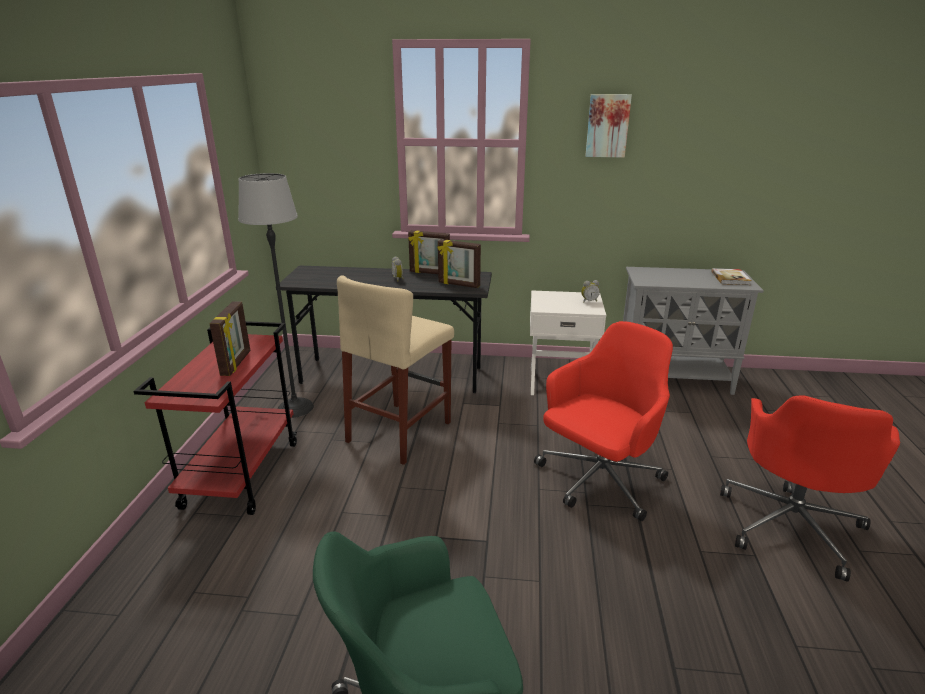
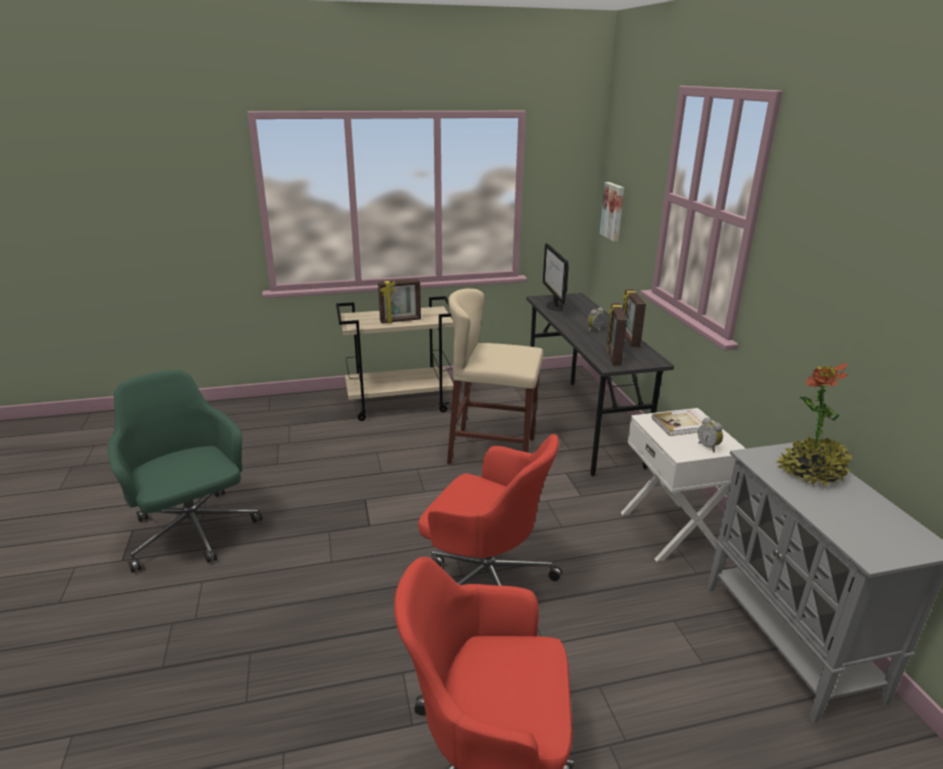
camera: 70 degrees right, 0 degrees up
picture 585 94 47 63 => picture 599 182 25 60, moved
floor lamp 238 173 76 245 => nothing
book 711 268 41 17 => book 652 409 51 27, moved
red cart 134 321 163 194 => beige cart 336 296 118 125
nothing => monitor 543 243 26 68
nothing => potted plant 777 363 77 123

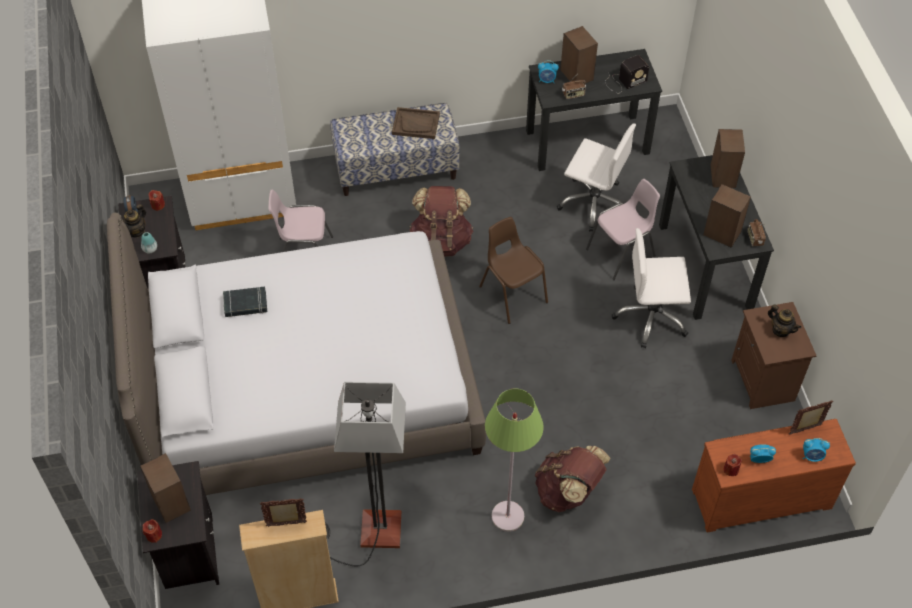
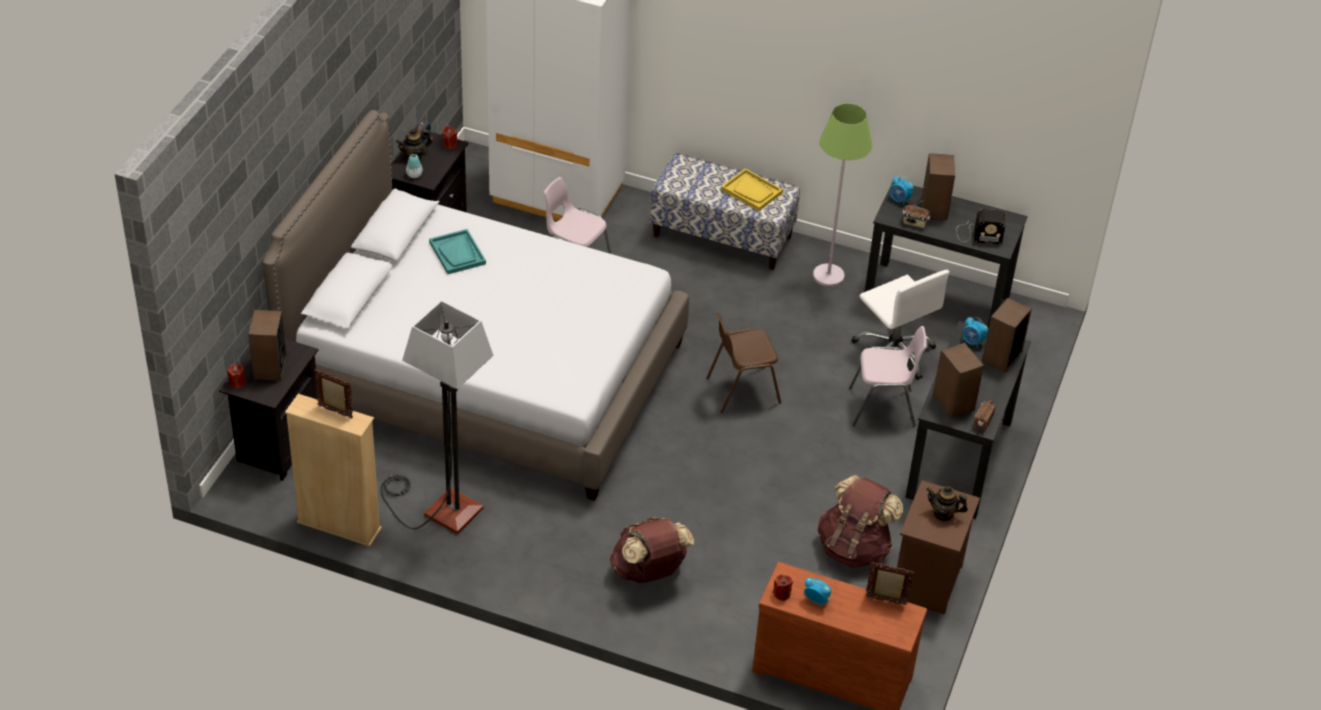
camera: 30 degrees right, 10 degrees down
brown tray 392 107 48 32 => yellow tray 721 168 62 43
brown backpack 409 186 64 71 => brown backpack 818 475 85 93, moved
brown chair 479 217 69 107 => brown chair 706 313 75 100, 105 degrees counterclockwise
white office chair 612 228 79 120 => nothing
black book 223 287 44 30 => turquoise tray 429 229 57 45
teapot 768 305 33 32 => teapot 926 486 42 35, 120 degrees clockwise
green floor lamp 485 389 59 143 => green floor lamp 813 103 59 184, moved
alarm clock 802 438 28 24 => alarm clock 962 317 26 31, moved

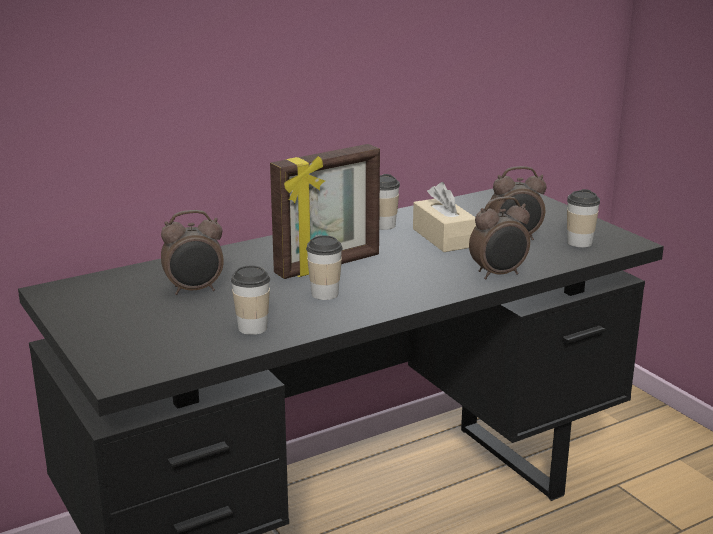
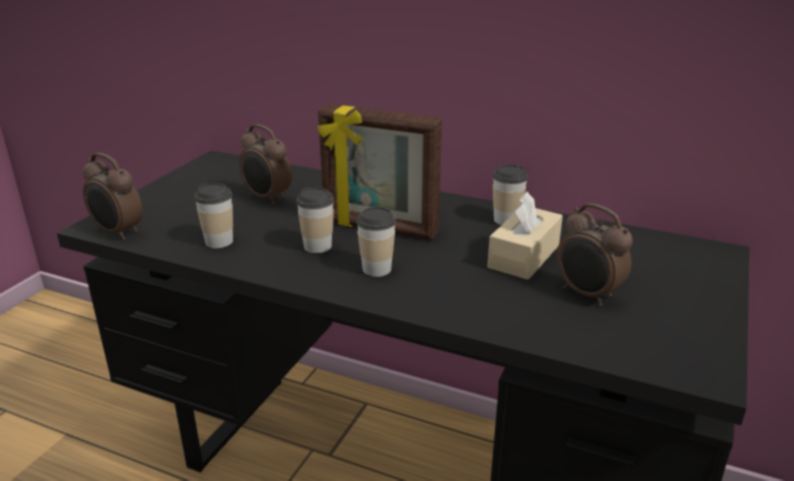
camera: 55 degrees right, 5 degrees up
cup 567 189 33 59 => cup 356 207 40 70, moved
alarm clock 469 196 61 84 => alarm clock 83 153 59 87, moved

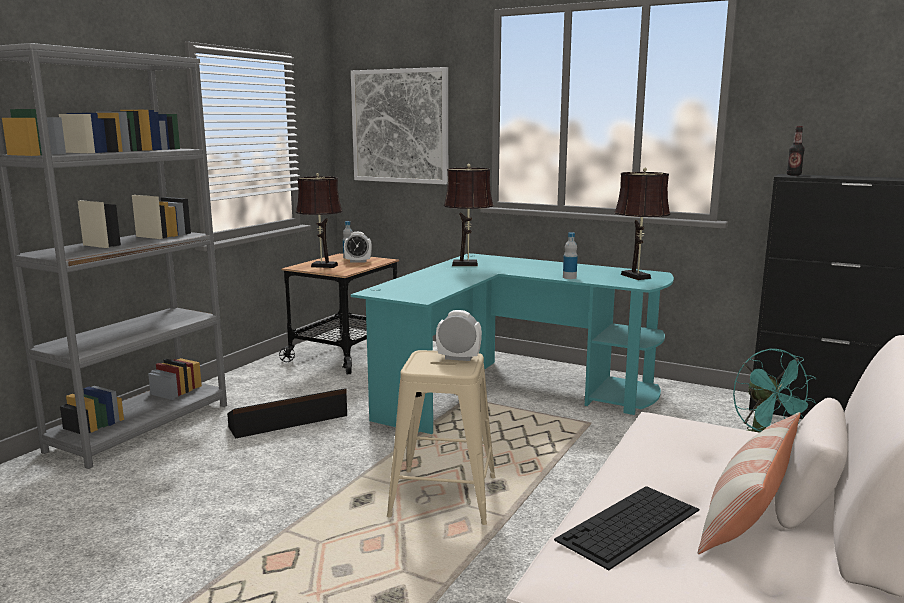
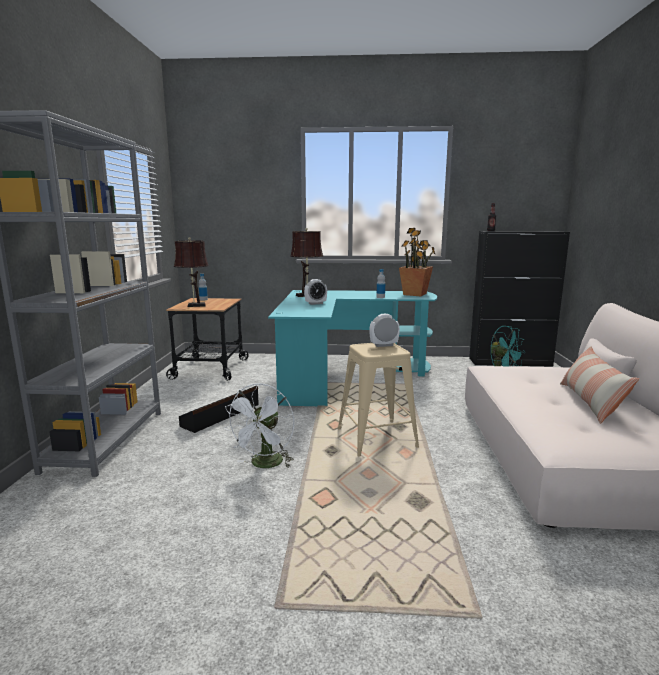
camera: 25 degrees left, 0 degrees up
picture 351 67 97 118 => nothing
brown table lamp 615 168 55 112 => potted plant 399 228 36 68
alarm clock 344 232 28 30 => alarm clock 304 279 23 26, moved
keyboard 554 486 145 84 => nothing
nothing => white fan 224 383 70 85

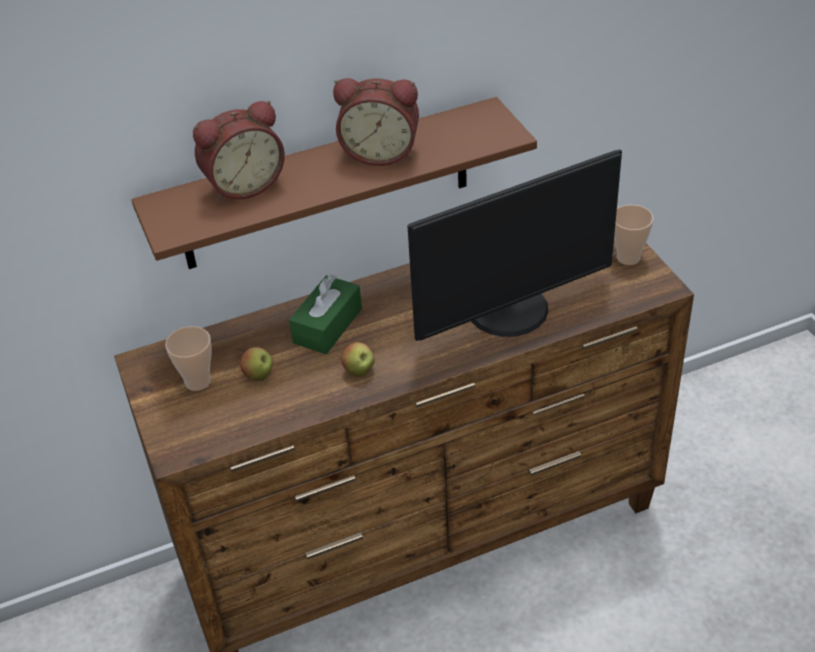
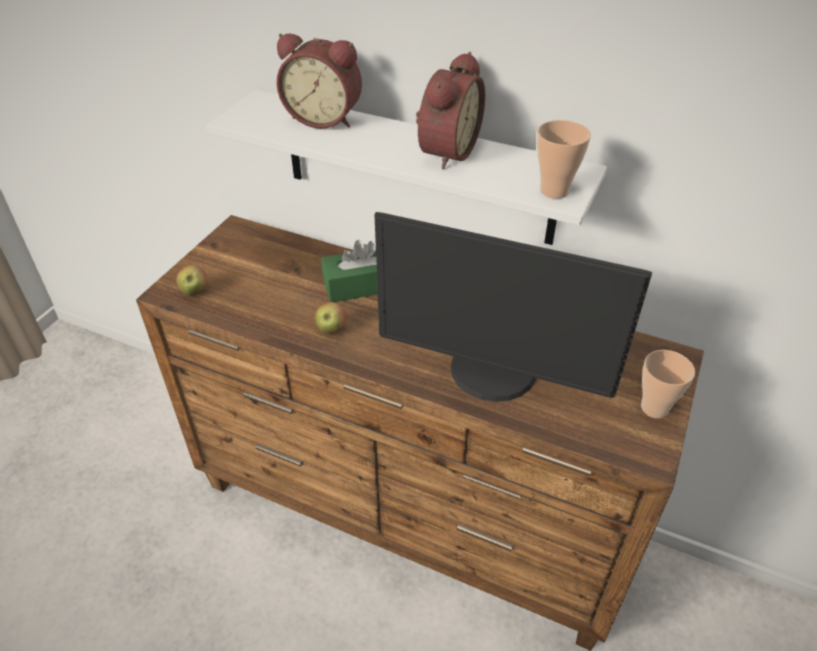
camera: 45 degrees right, 0 degrees up
alarm clock 333 78 86 88 => alarm clock 416 52 69 117, 120 degrees counterclockwise
brown shelf 132 97 405 172 => white shelf 206 89 401 156
cup 165 326 47 65 => cup 537 120 54 79, moved
apple 240 347 33 34 => apple 176 265 31 31, moved

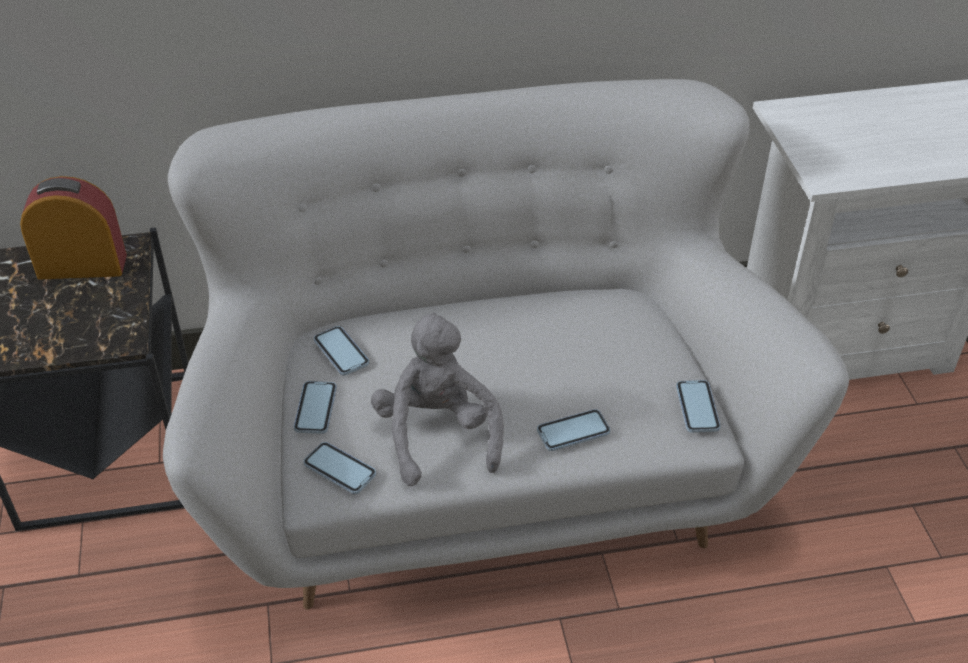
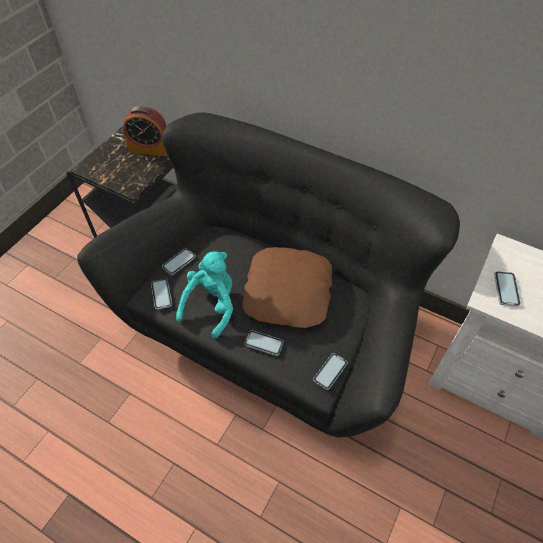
camera: 40 degrees right, 10 degrees up
white sofa 163 79 686 530 => black sofa 77 112 383 326
alarm clock 20 176 107 104 => alarm clock 123 106 44 50, 150 degrees clockwise
grey plush toy 371 313 133 173 => turquoise plush toy 176 251 57 88
phone 314 326 55 49 => phone 494 271 27 36, moved
nothing => brown pillow 242 247 90 81

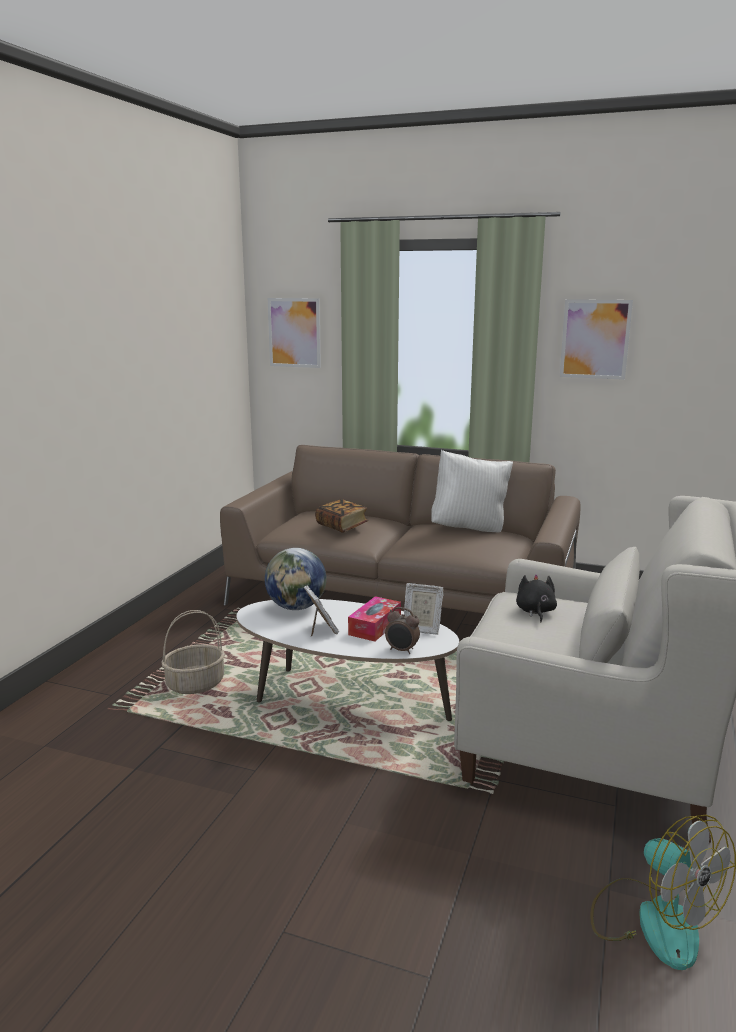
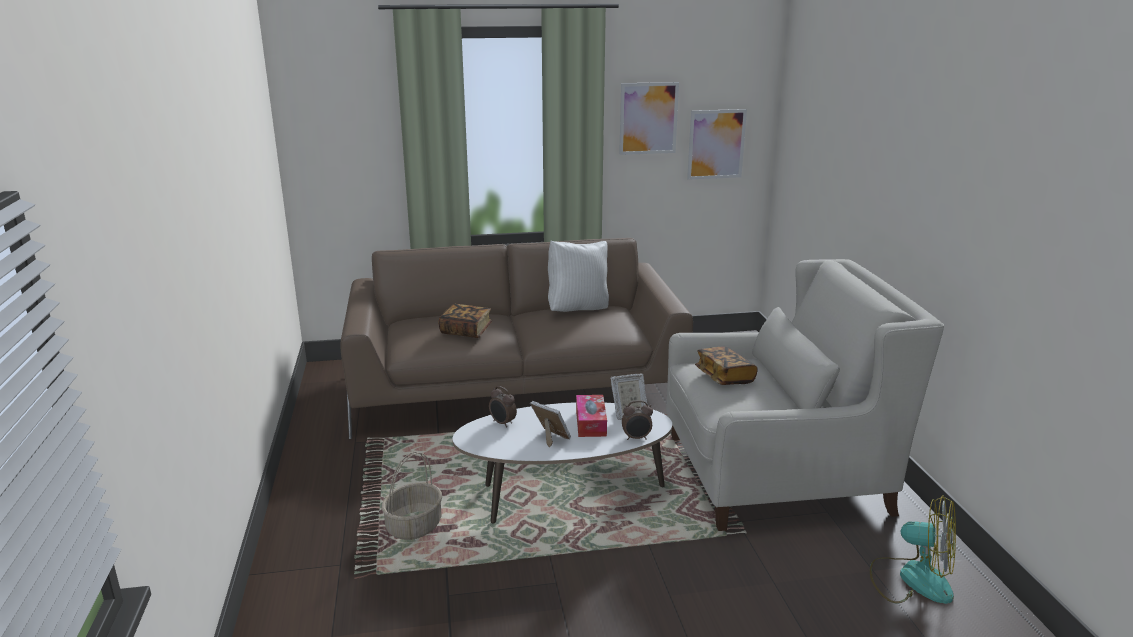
camera: 30 degrees left, 5 degrees up
picture 268 298 53 70 => picture 687 109 60 71, moved
globe 265 548 61 62 => alarm clock 489 386 28 42
black plush toy 516 574 41 48 => book 695 346 63 39

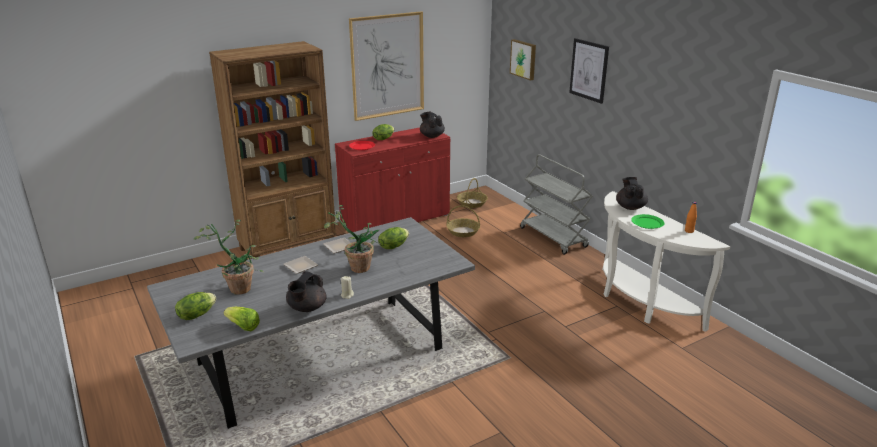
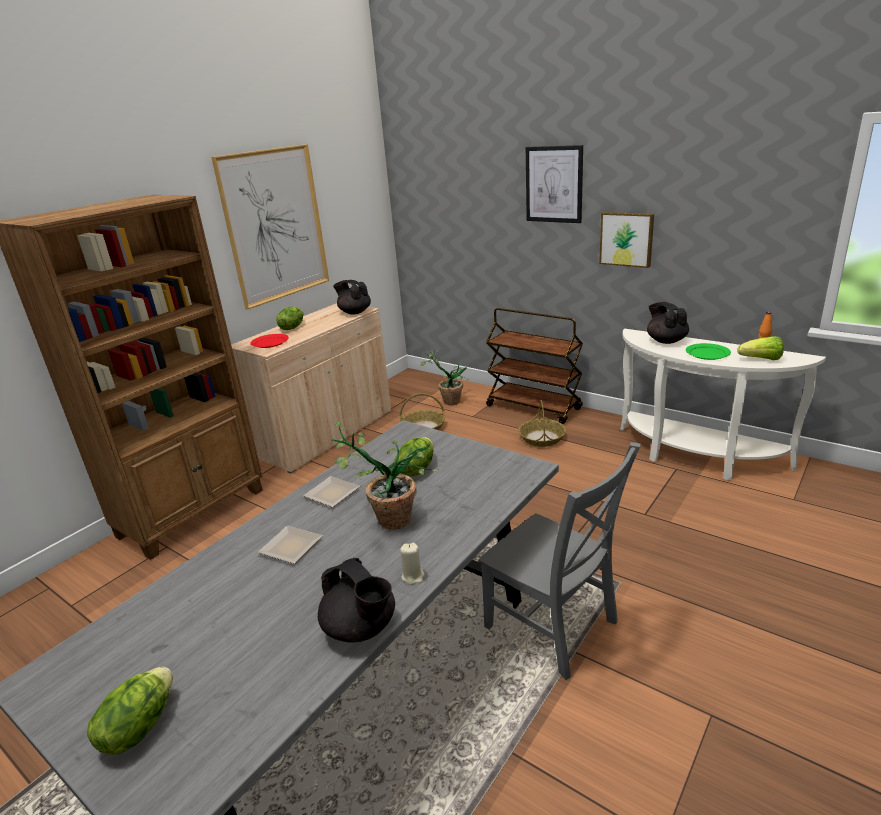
camera: 20 degrees left, 0 degrees up
picture 510 39 26 41 => picture 599 212 55 56, moved
red cabinet 335 127 115 105 => beige cabinet 231 303 160 171
grey cart 520 154 73 101 => brown cart 486 308 97 116
basket 457 178 31 30 => basket 518 400 48 47, moved
potted plant 194 220 70 75 => potted plant 420 348 48 57, moved
black teapot 286 271 41 41 => black teapot 318 558 77 85, 45 degrees counterclockwise
lettuce 224 307 36 24 => lettuce 738 336 46 24, moved
nothing => grey chair 478 442 163 238

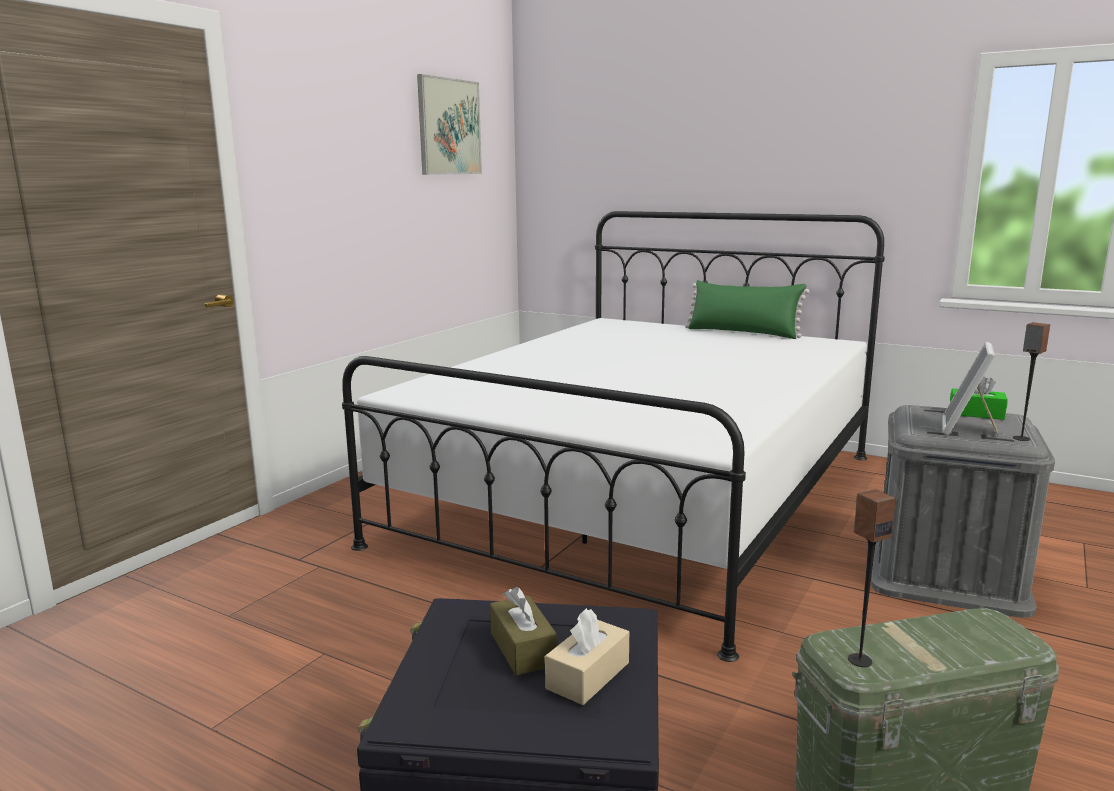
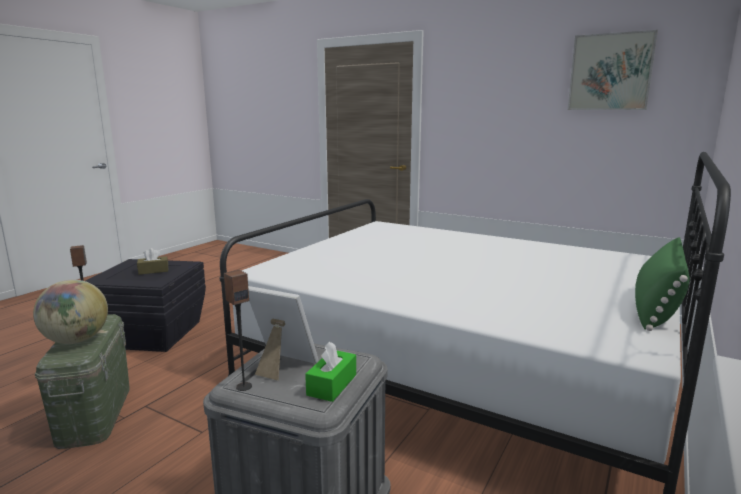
camera: 90 degrees right, 0 degrees up
beige tissue box 545 608 84 97 => nothing
nothing => globe 33 280 75 64

